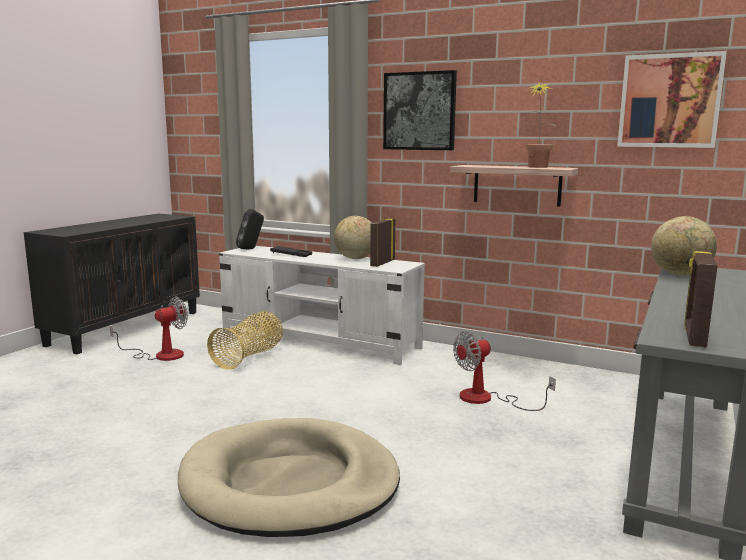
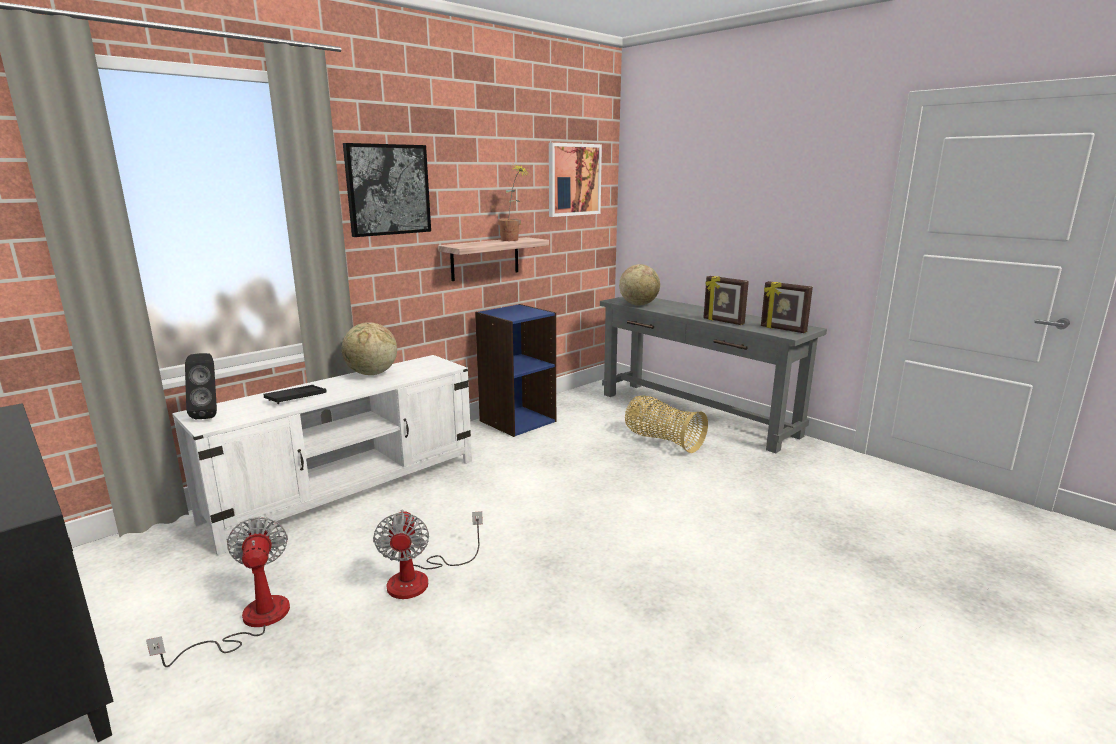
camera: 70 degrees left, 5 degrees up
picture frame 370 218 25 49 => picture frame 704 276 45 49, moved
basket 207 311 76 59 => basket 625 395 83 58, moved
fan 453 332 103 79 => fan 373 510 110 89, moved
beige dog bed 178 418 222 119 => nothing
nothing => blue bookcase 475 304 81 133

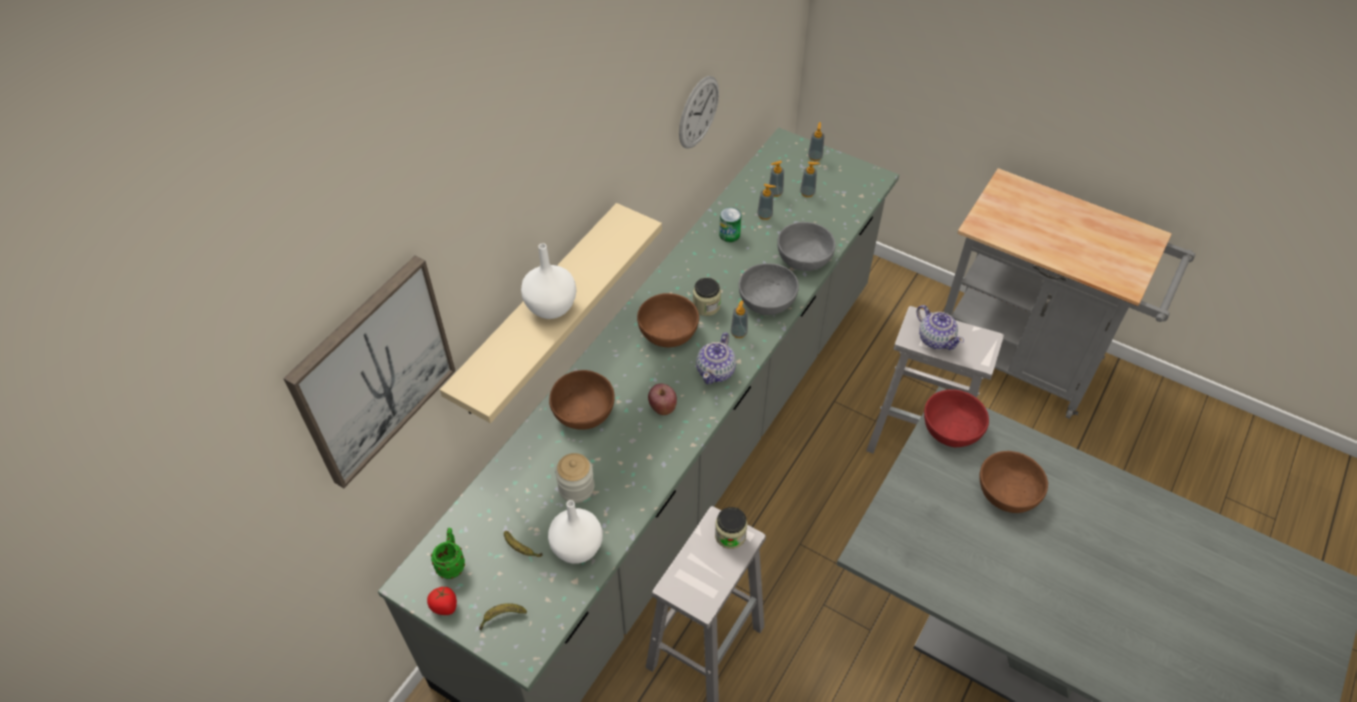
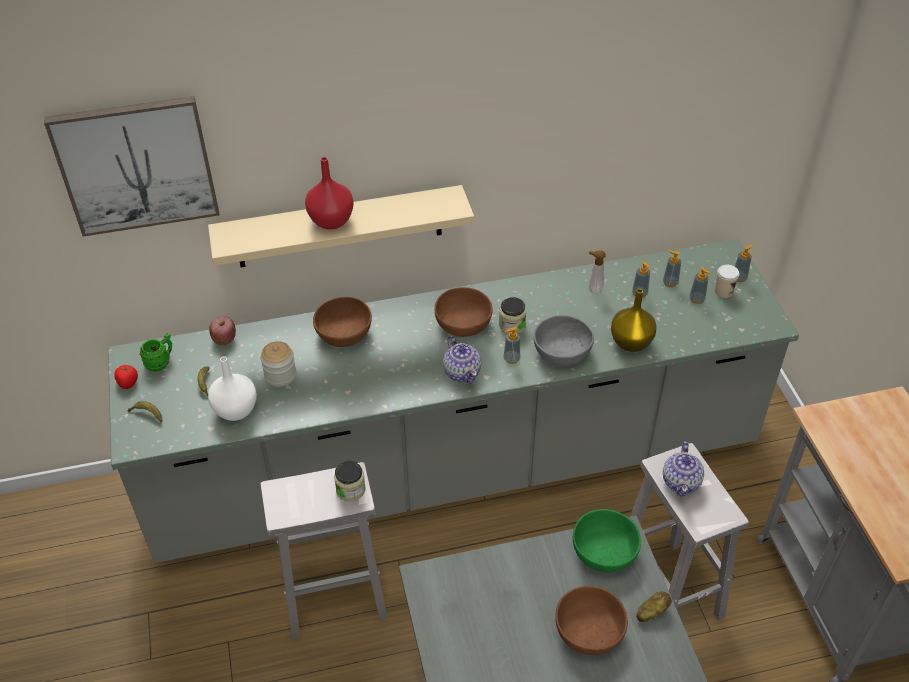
camera: 45 degrees right, 5 degrees down
wall clock 679 76 40 73 => nothing
can 719 207 22 35 => soap dispenser 589 251 16 43
grey bowl 777 222 59 49 => yellow vase 611 289 46 63
white vase 521 243 55 76 => red vase 305 157 49 73
teapot 696 332 40 52 => teapot 443 335 38 48, 90 degrees counterclockwise
apple 648 384 29 31 => apple 209 316 27 29, moved
red bowl 924 389 65 58 => green bowl 573 509 68 64
nothing => cup 715 265 24 33
nothing => potato 637 592 35 30

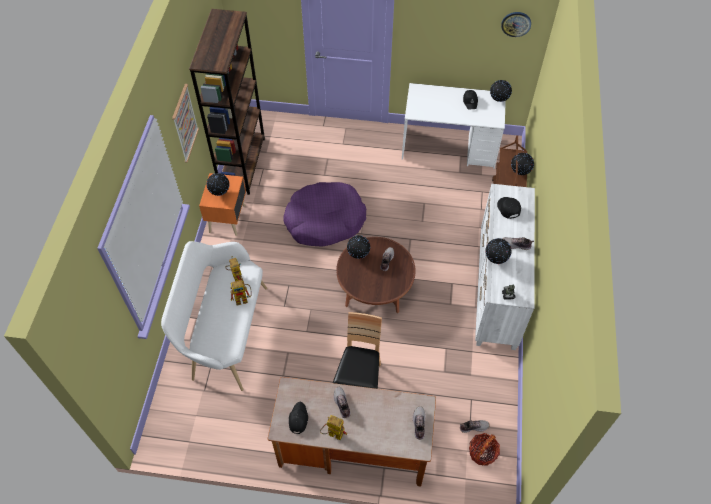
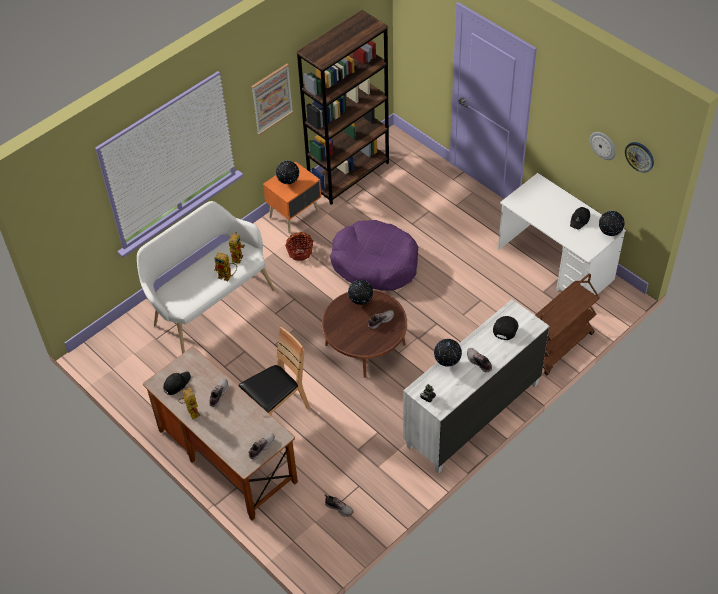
camera: 40 degrees right, 5 degrees down
globe 511 153 23 22 => nothing
basket 469 433 31 33 => basket 285 232 29 29, moved
nothing => wall clock 590 132 26 28

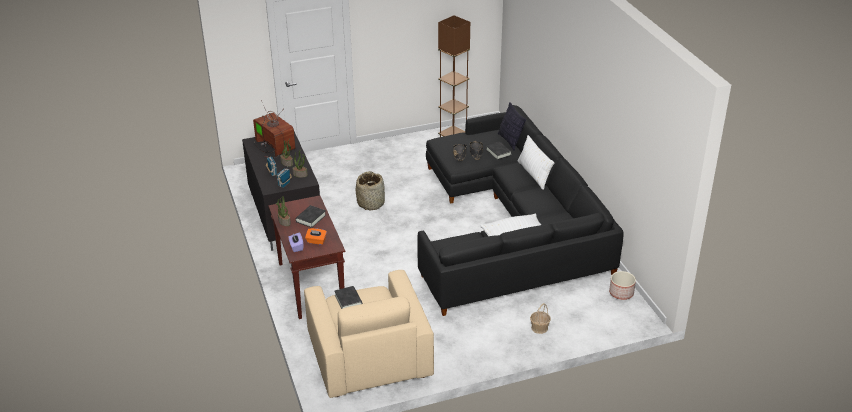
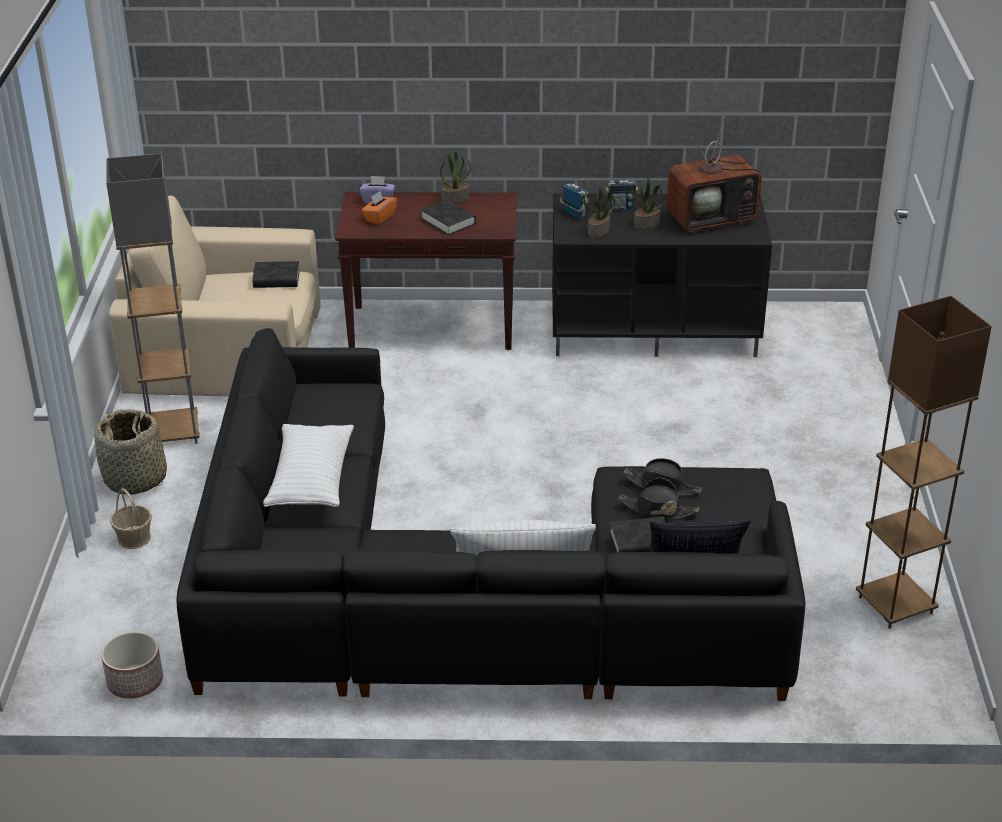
camera: 110 degrees right, 0 degrees up
basket 356 171 29 39 => basket 95 409 72 86, moved
nothing => grey floor lamp 106 153 93 291

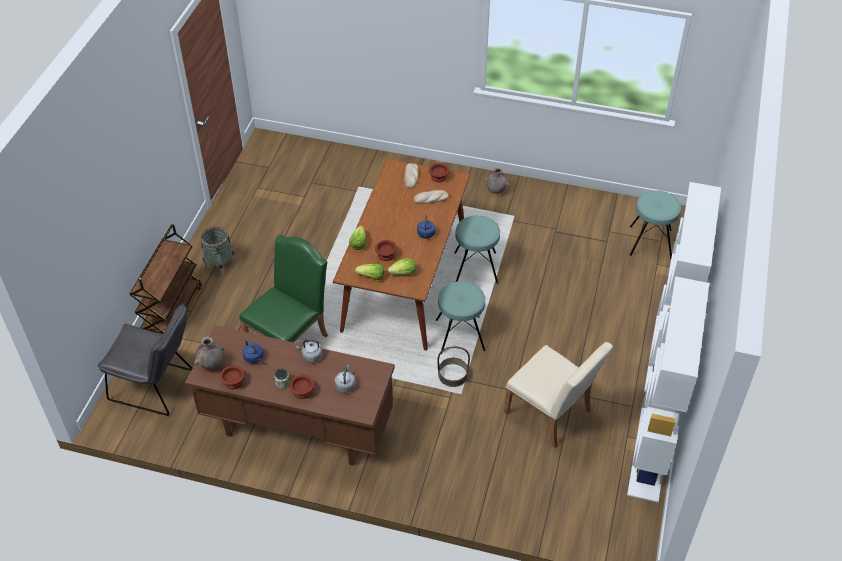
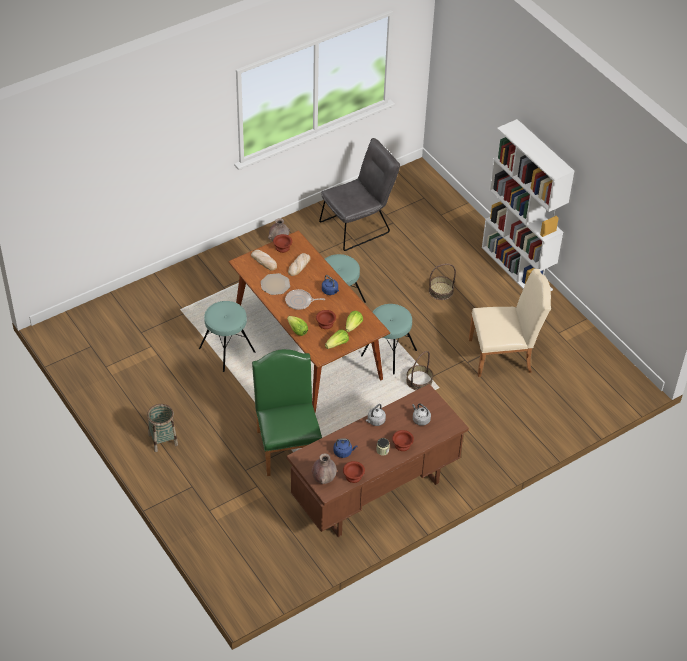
camera: 50 degrees left, 0 degrees up
turquoise stool 630 190 51 69 => turquoise stool 199 301 56 71, moved
brown cart 129 224 73 110 => nothing
white bookcase 627 276 82 227 => nothing
grey chair 98 303 94 113 => grey chair 319 138 81 113, moved
nothing => basket 429 264 27 36
nothing => plate 261 273 29 22
nothing => frying pan 285 289 40 21

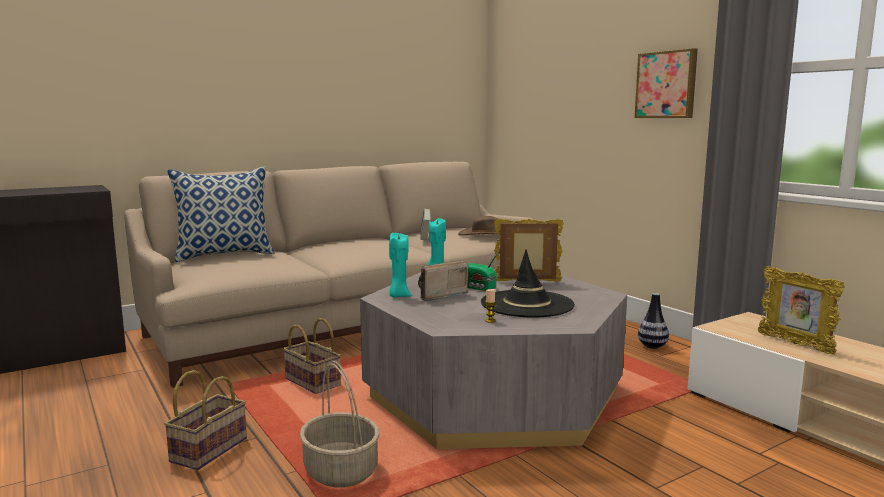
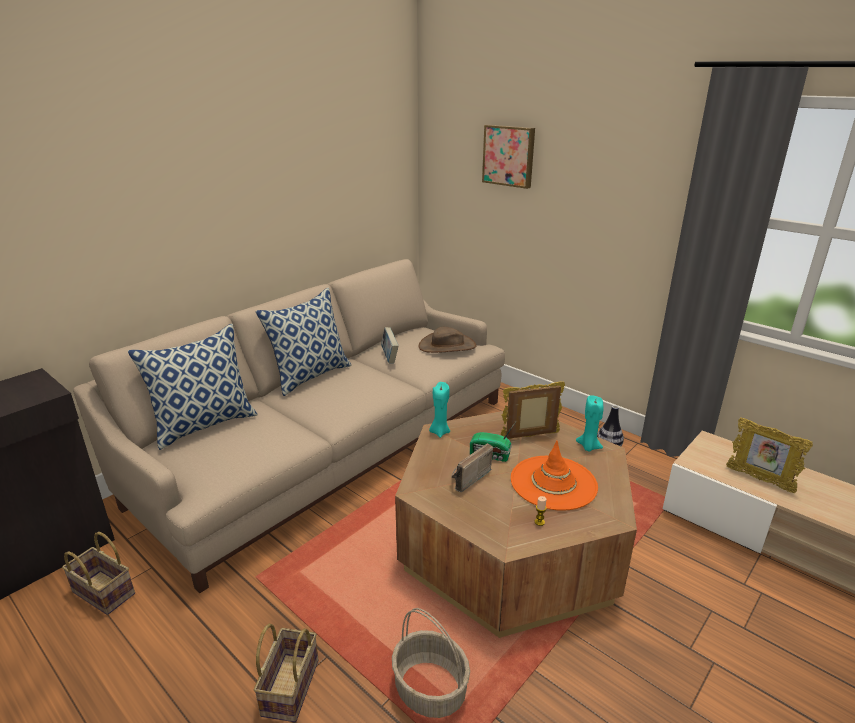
camera: 15 degrees left, 15 degrees up
picture 634 48 64 70 => picture 482 125 53 64, moved
turquoise candle 389 233 22 64 => turquoise candle 576 395 28 57, moved
black hat 481 249 94 68 => orange hat 511 441 87 70
grey coffee table 360 269 267 180 => brown coffee table 395 410 242 228
basket 283 318 58 76 => basket 62 532 73 83, moved
nothing => pillow 256 287 96 109

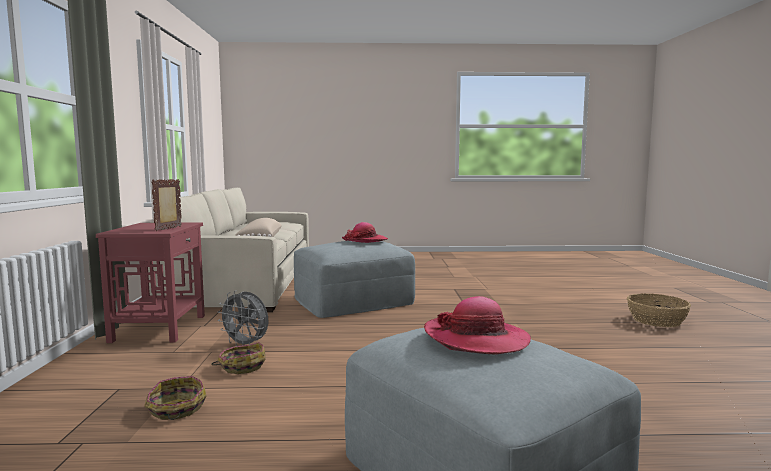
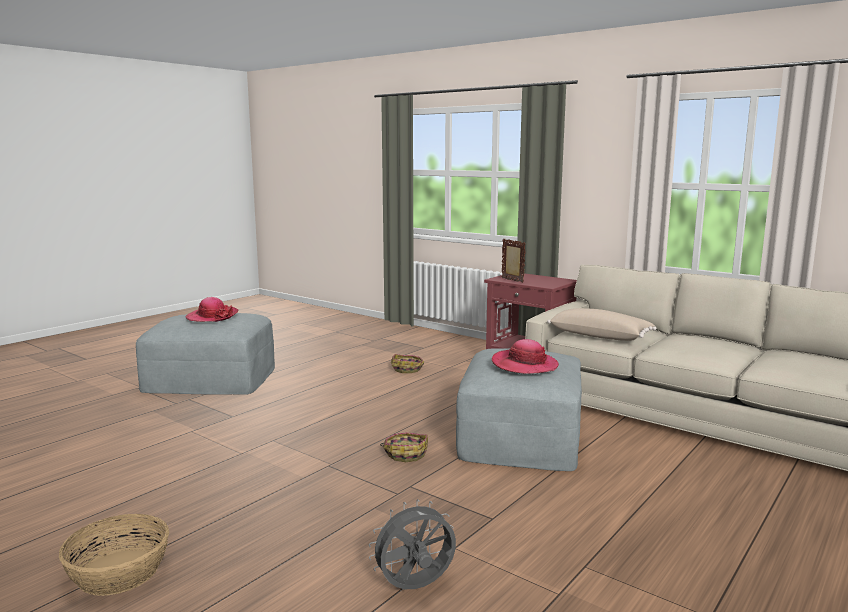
camera: 130 degrees right, 5 degrees up
grey fan 218 290 50 56 => grey fan 369 499 87 90, moved
basket 144 376 62 44 => basket 380 432 48 30, moved

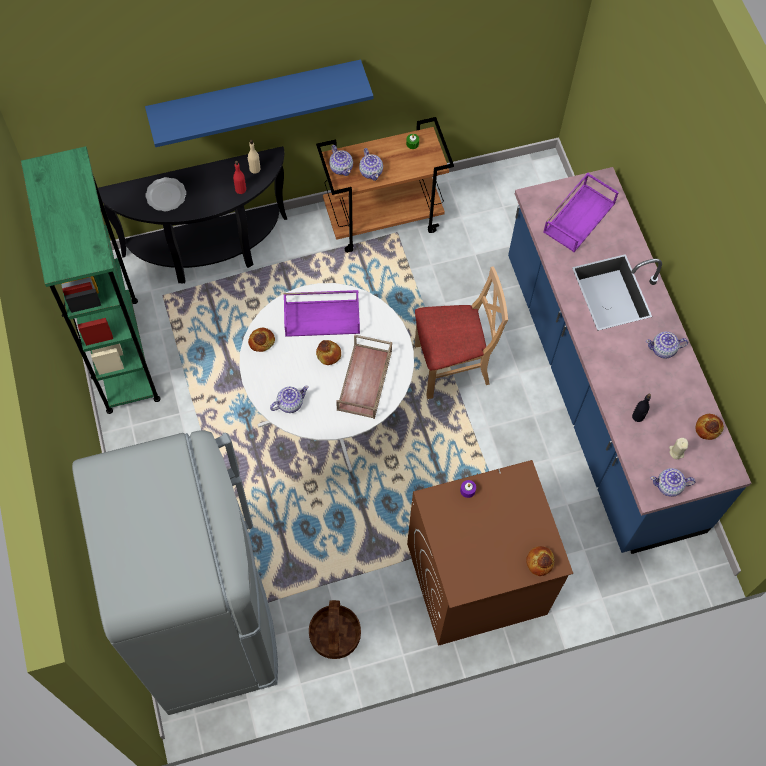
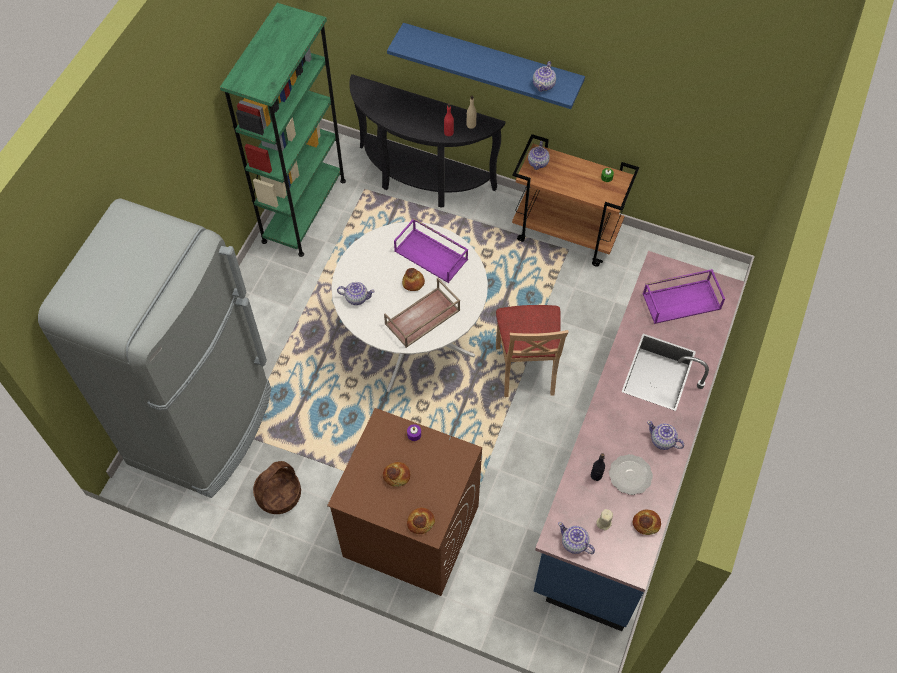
camera: 40 degrees right, 5 degrees down
teapot 359 148 24 33 => teapot 533 61 23 31, moved
plate 145 177 41 35 => plate 609 454 44 41, moved
beige chair 415 266 93 133 => beige chair 496 305 73 92, 60 degrees clockwise
bread 248 328 27 24 => bread 383 462 27 25, moved

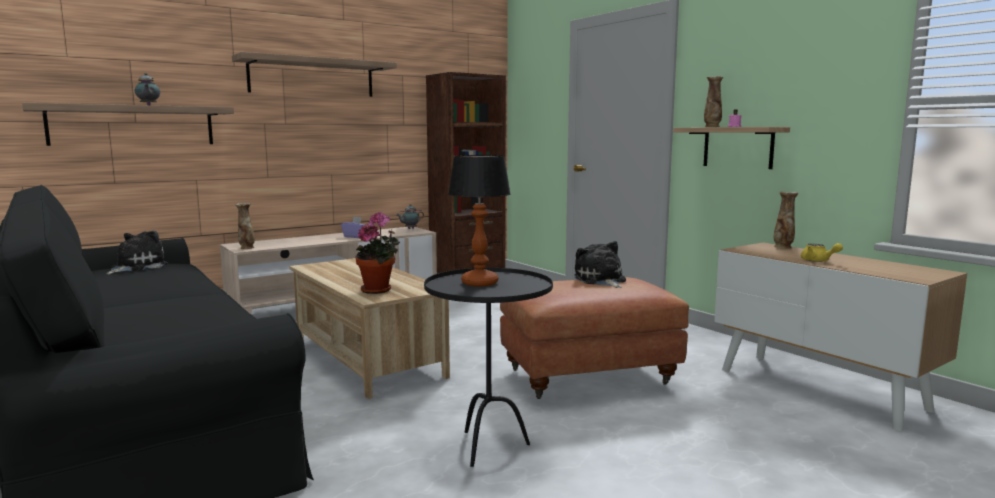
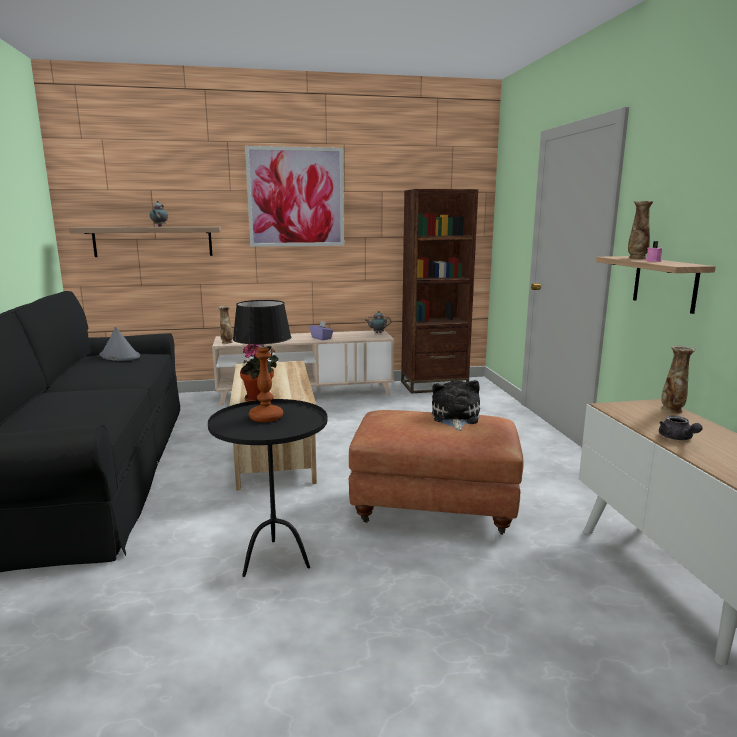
camera: 25 degrees right, 5 degrees up
shelf 232 52 165 45 => picture 245 146 99 101
plush toy 106 231 62 43 => grey hat 100 327 40 34
yellow teapot 801 243 42 19 => grey teapot 659 416 44 24

